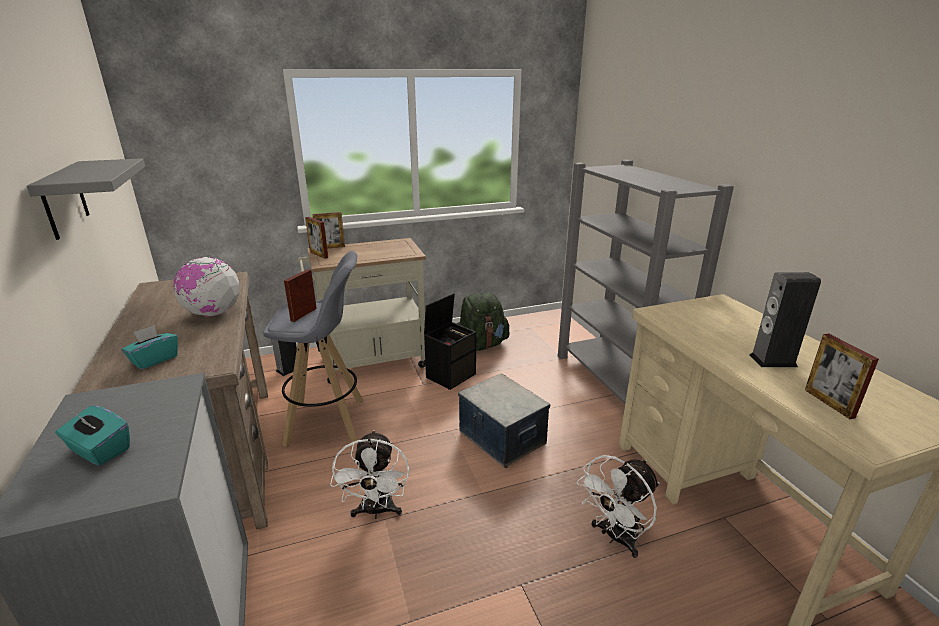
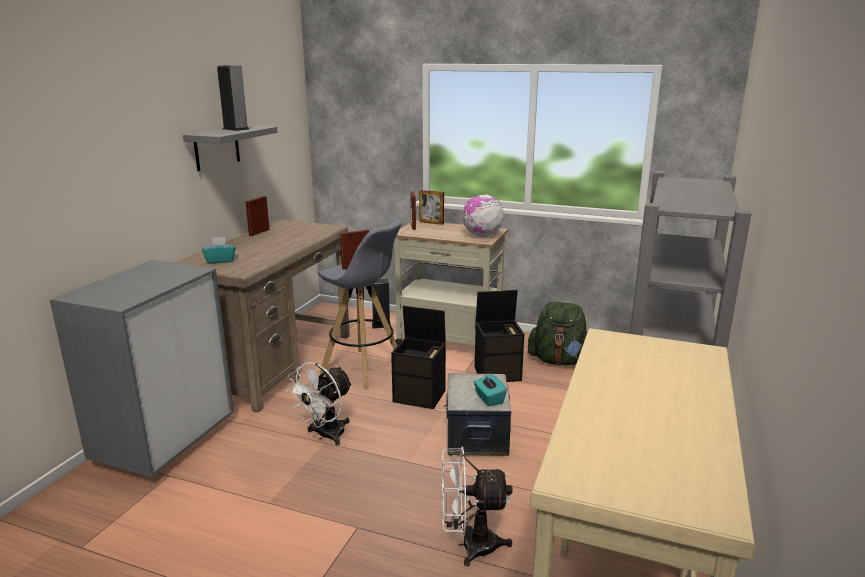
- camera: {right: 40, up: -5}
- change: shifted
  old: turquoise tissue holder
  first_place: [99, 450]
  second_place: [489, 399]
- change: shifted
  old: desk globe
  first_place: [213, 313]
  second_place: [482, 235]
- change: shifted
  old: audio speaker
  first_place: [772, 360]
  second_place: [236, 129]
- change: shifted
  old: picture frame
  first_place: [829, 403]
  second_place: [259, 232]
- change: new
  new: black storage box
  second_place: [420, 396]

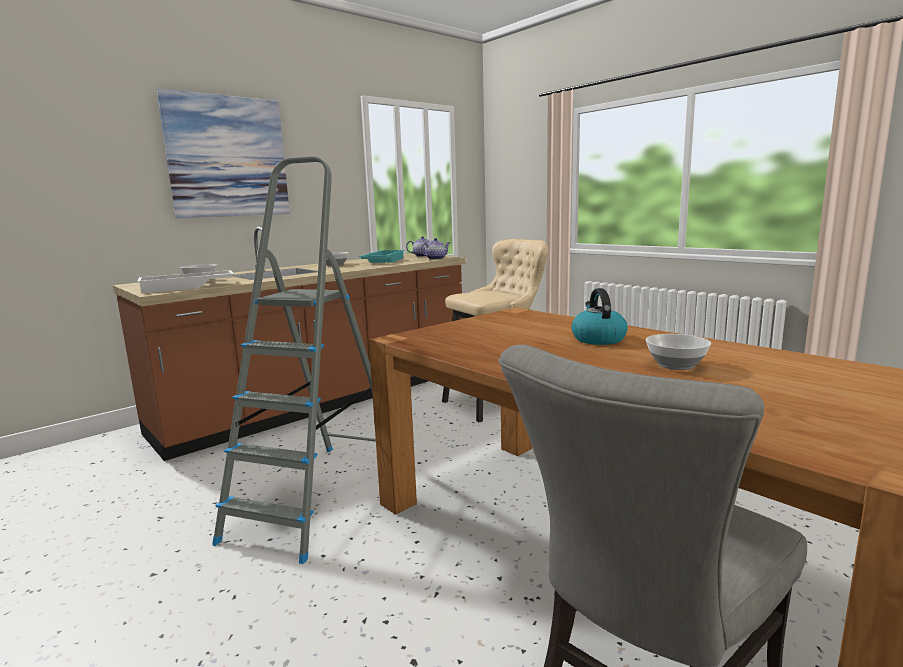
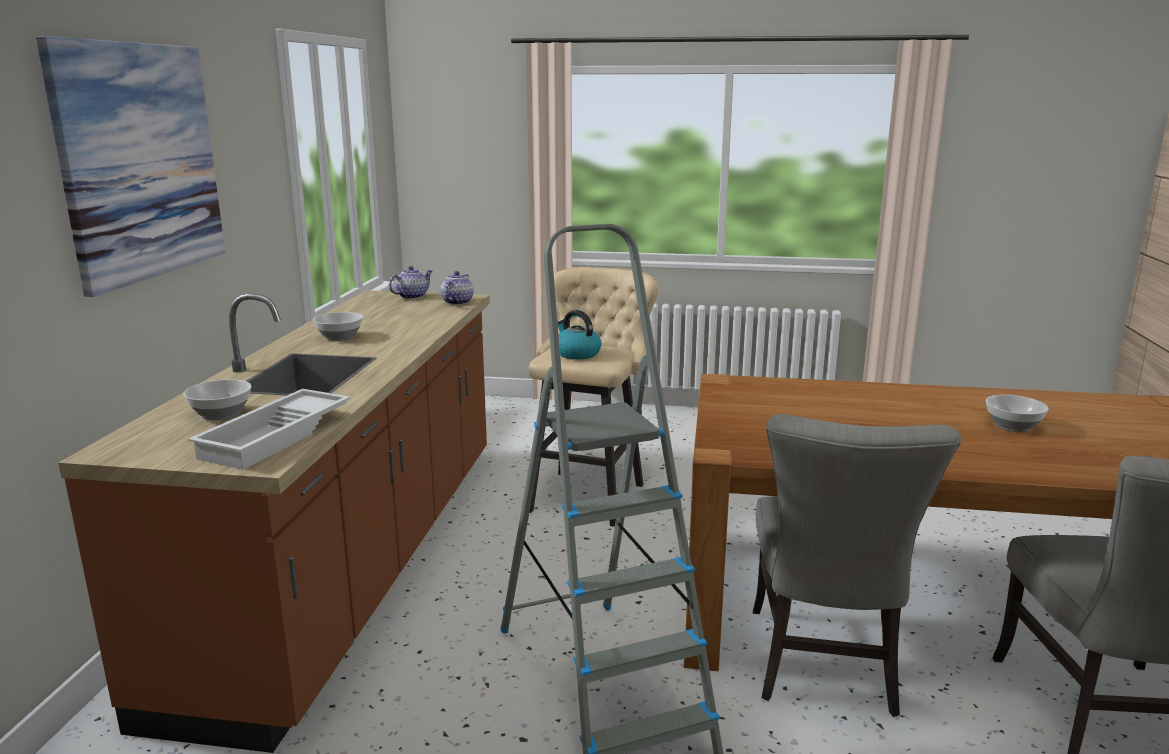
- camera: {right: -40, up: 5}
- change: gone
  old: turquoise carrying tray
  first_place: [382, 261]
- change: shifted
  old: kettle
  first_place: [598, 339]
  second_place: [577, 354]
- change: new
  new: gray chair
  second_place: [825, 666]

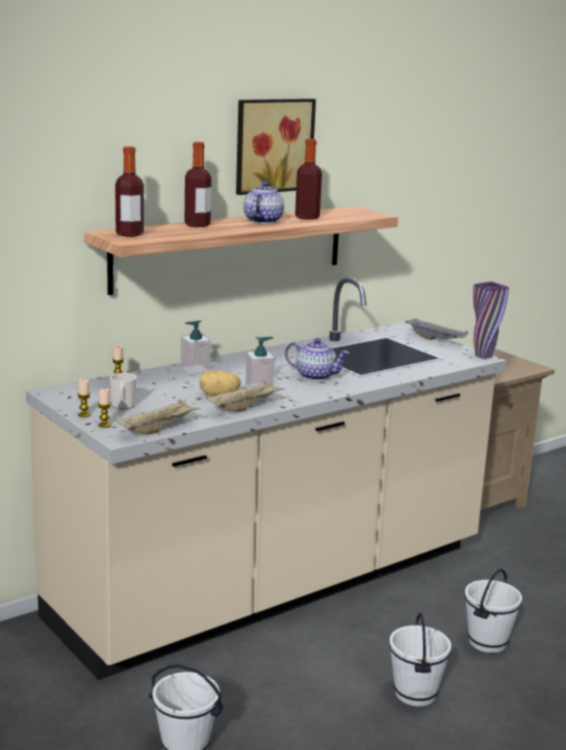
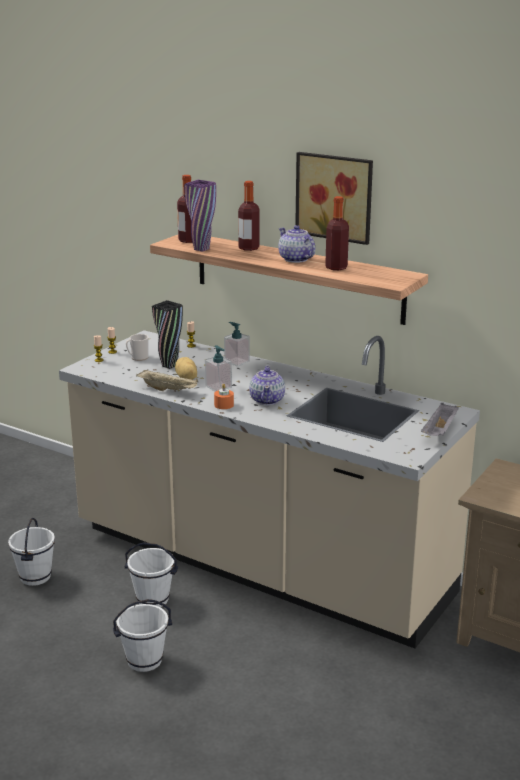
- camera: {right: 70, up: 5}
- change: gone
  old: beige-coloured carrying tray
  first_place: [158, 429]
- change: rotated
  old: tea pot
  first_place: [262, 221]
  second_place: [295, 259]
  degrees: -120
- change: shifted
  old: white-coloured bucket
  first_place: [487, 642]
  second_place: [153, 599]
- change: shifted
  old: purple-coloured decorative vase
  first_place: [483, 356]
  second_place: [201, 249]
- change: new
  new: black decorative vase
  second_place: [169, 366]
- change: new
  new: orange-coloured wax light
  second_place: [224, 405]

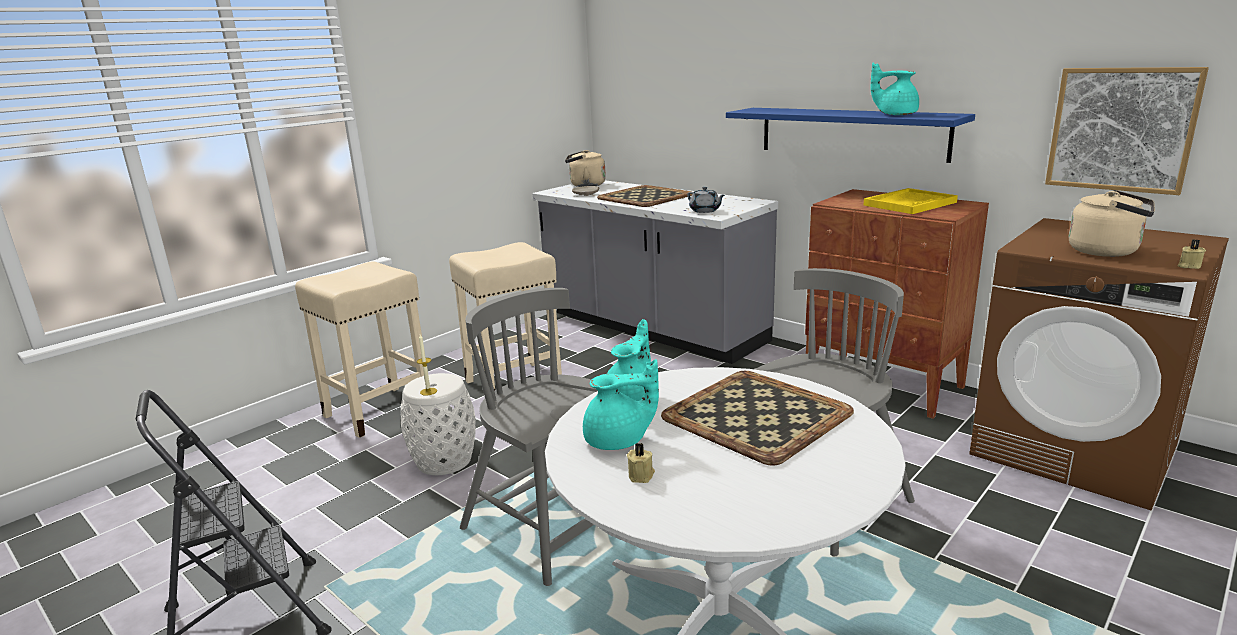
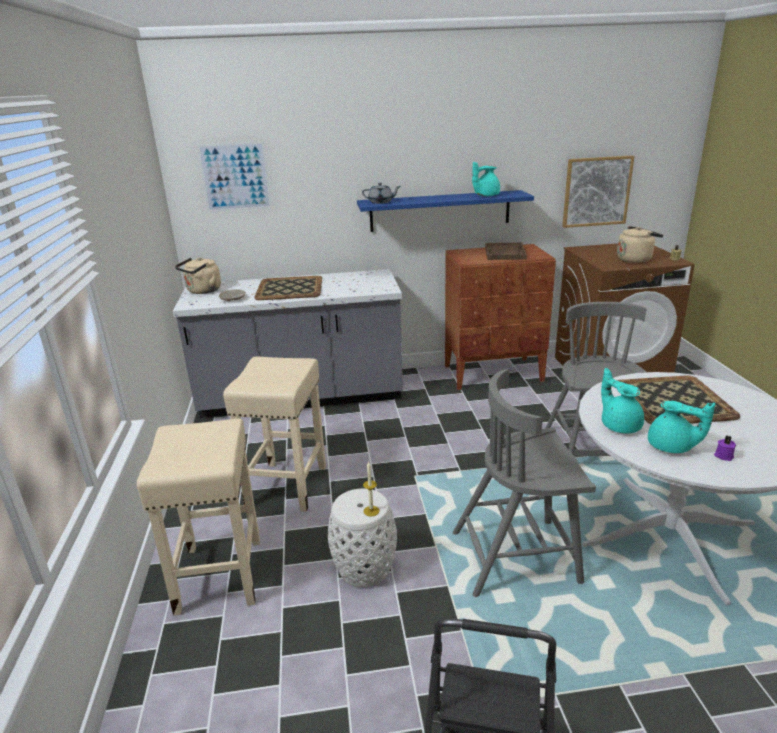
- camera: {right: -50, up: 5}
- change: rotated
  old: turquoise tea pot
  first_place: [618, 441]
  second_place: [671, 447]
  degrees: 90
- change: repainted
  old: beige-coloured wax light
  new: purple-coloured wax light
  first_place: [642, 475]
  second_place: [723, 455]
- change: shifted
  old: gray tea pot
  first_place: [705, 211]
  second_place: [381, 202]
- change: repainted
  old: yellow-coloured carrying tray
  new: brown carrying tray
  first_place: [909, 204]
  second_place: [505, 253]
- change: new
  new: picture
  second_place: [235, 177]

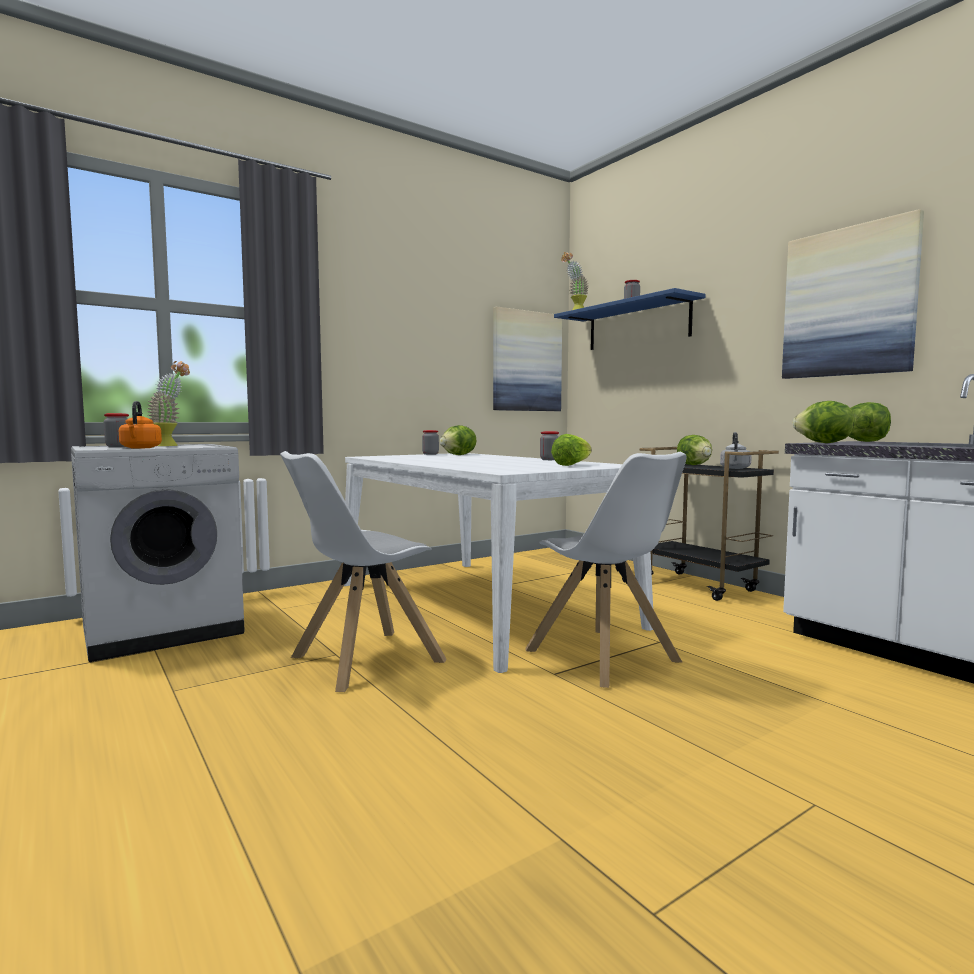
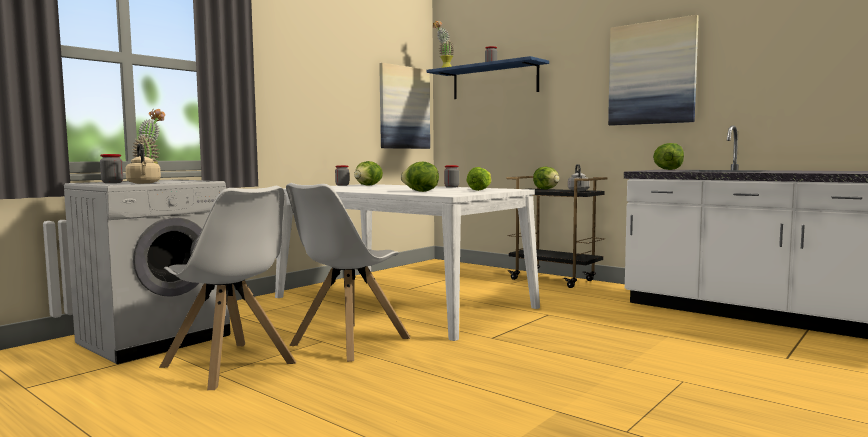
- camera: {right: -15, up: 0}
- change: repainted
  old: orange-coloured kettle
  new: beige-coloured kettle
  first_place: [140, 448]
  second_place: [144, 183]
- change: shifted
  old: chair
  first_place: [605, 658]
  second_place: [230, 366]
- change: shifted
  old: lettuce
  first_place: [824, 443]
  second_place: [420, 191]

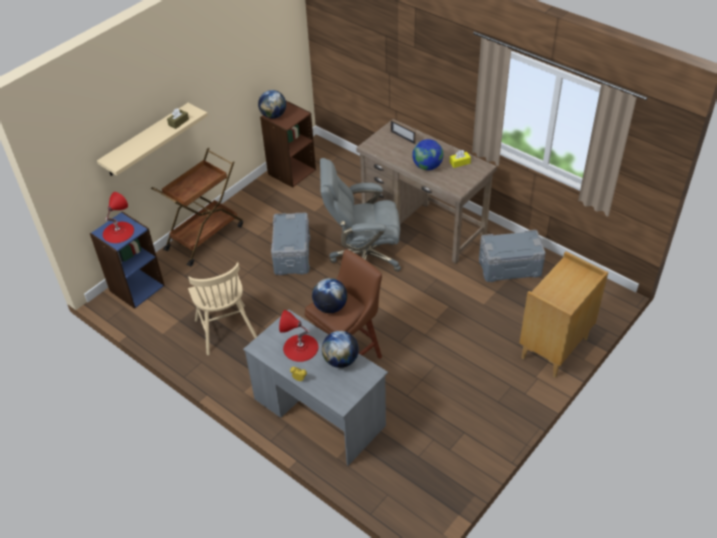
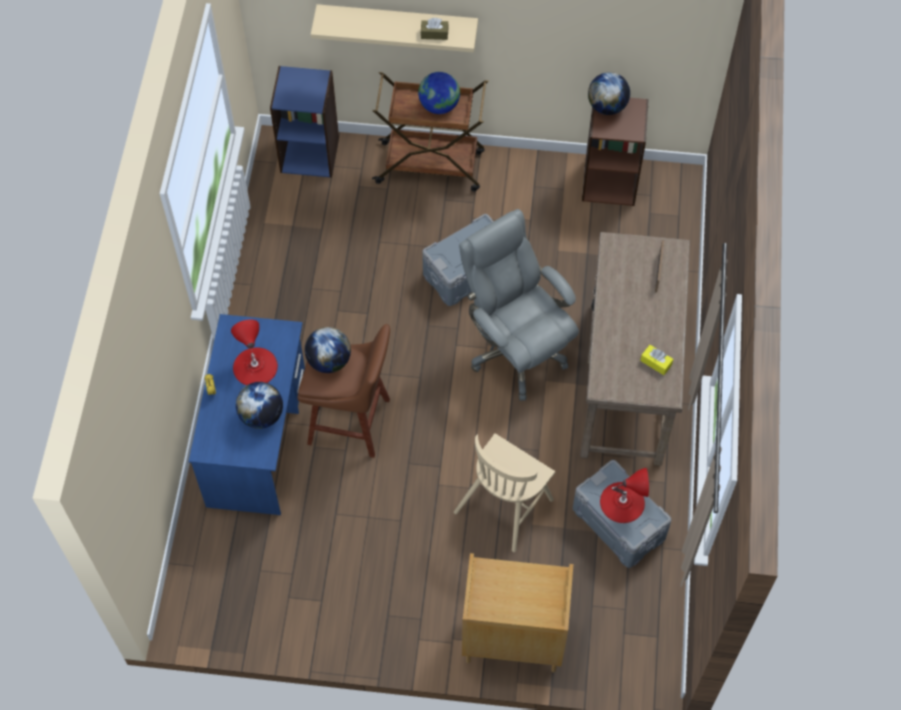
- camera: {right: 55, up: 15}
- change: shifted
  old: red-coloured table lamp
  first_place: [118, 232]
  second_place: [622, 502]
- change: shifted
  old: beige-coloured chair
  first_place: [224, 326]
  second_place: [506, 501]
- change: repainted
  old: gray desk
  new: bluish desk
  first_place: [319, 412]
  second_place: [257, 439]
- change: shifted
  old: desk globe
  first_place: [427, 166]
  second_place: [439, 106]

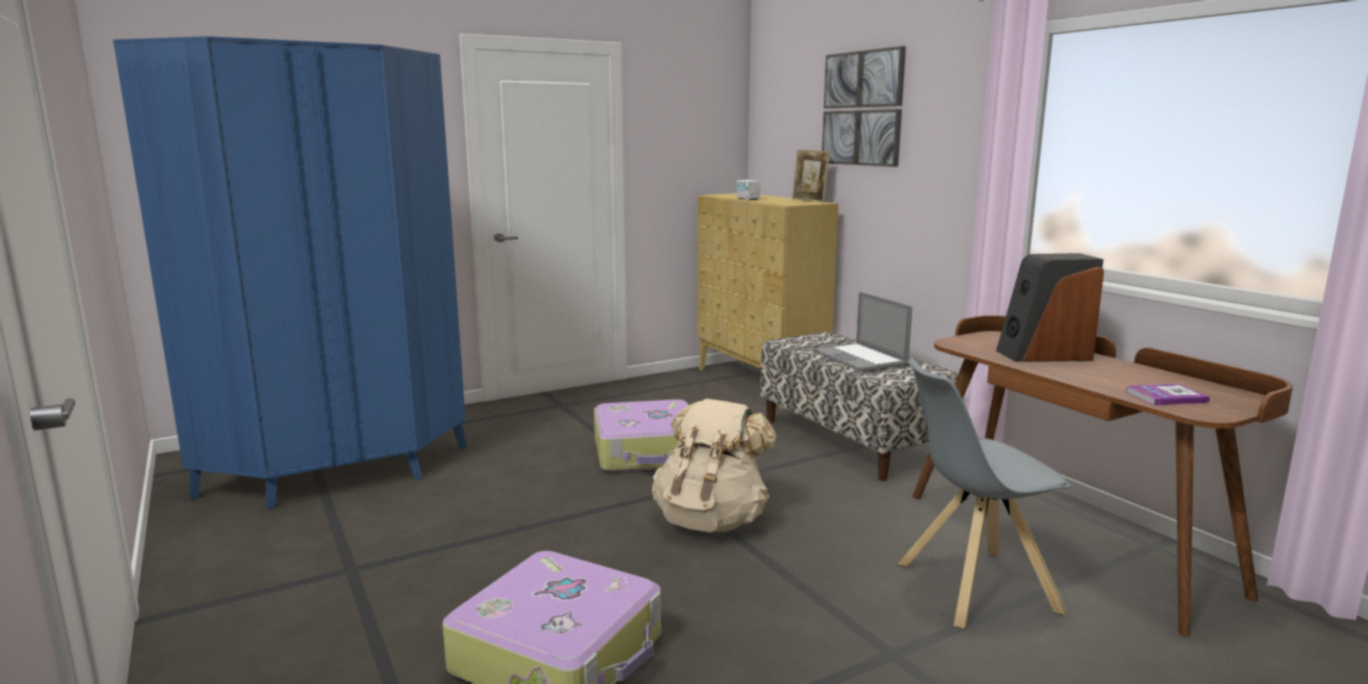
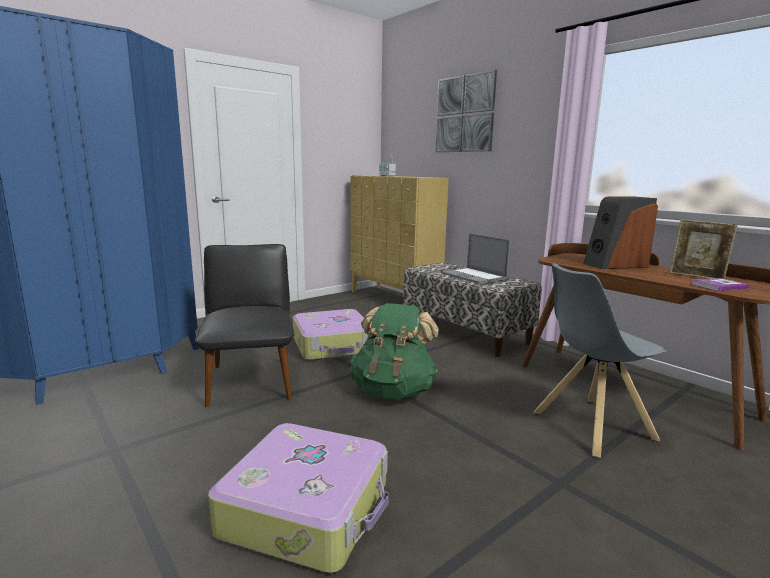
- camera: {right: -10, up: 0}
- change: repainted
  old: beige-coloured backpack
  new: green backpack
  first_place: [711, 520]
  second_place: [393, 391]
- change: shifted
  old: picture frame
  first_place: [809, 201]
  second_place: [697, 277]
- change: new
  new: black chair
  second_place: [251, 381]

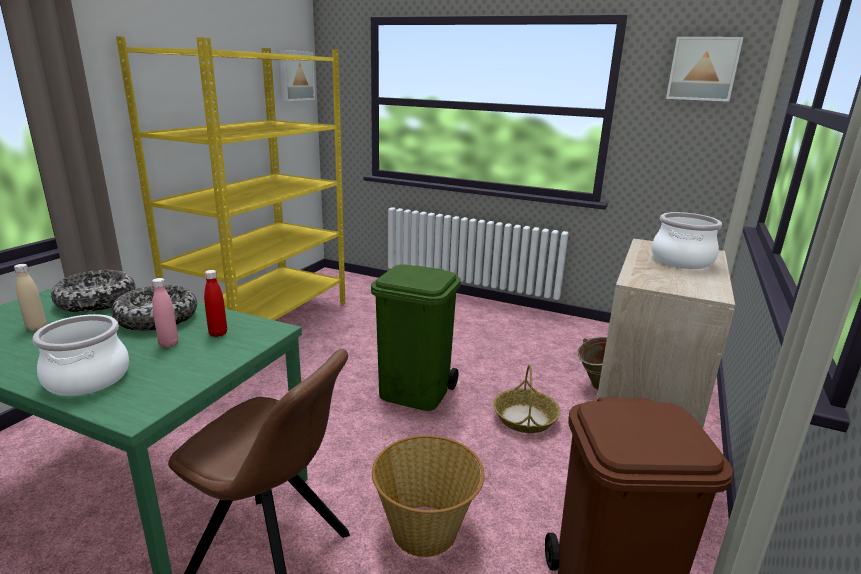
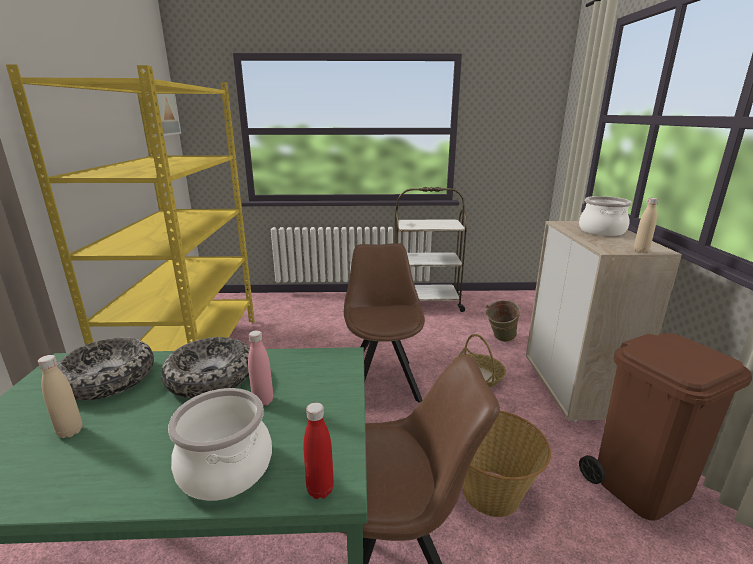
- camera: {right: -25, up: 0}
- change: shifted
  old: red-coloured bottle
  first_place: [218, 333]
  second_place: [320, 490]
- change: swapped
  old: green waste bin
  new: brown chair
  first_place: [415, 393]
  second_place: [382, 382]
- change: gone
  old: picture
  first_place: [703, 69]
- change: new
  new: white-coloured wheeled cart
  second_place: [426, 305]
- change: new
  new: beige-coloured bottle
  second_place: [640, 251]

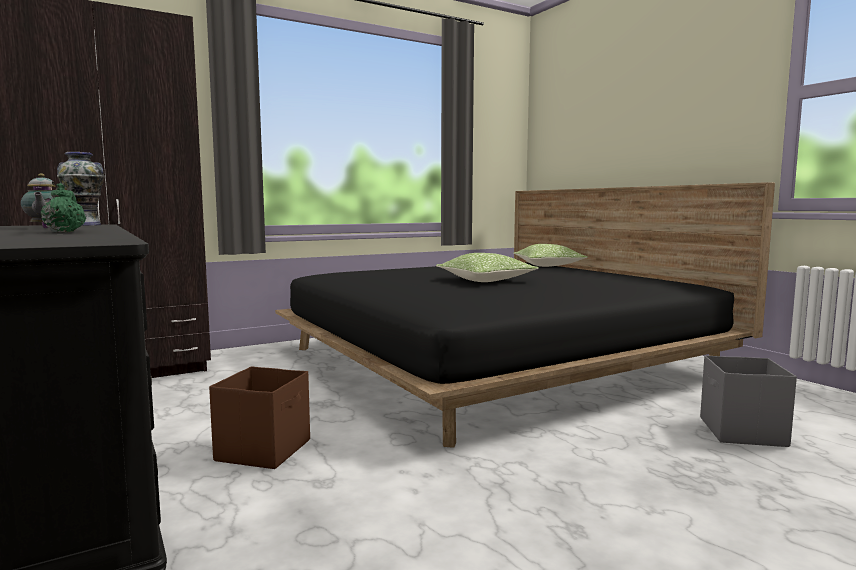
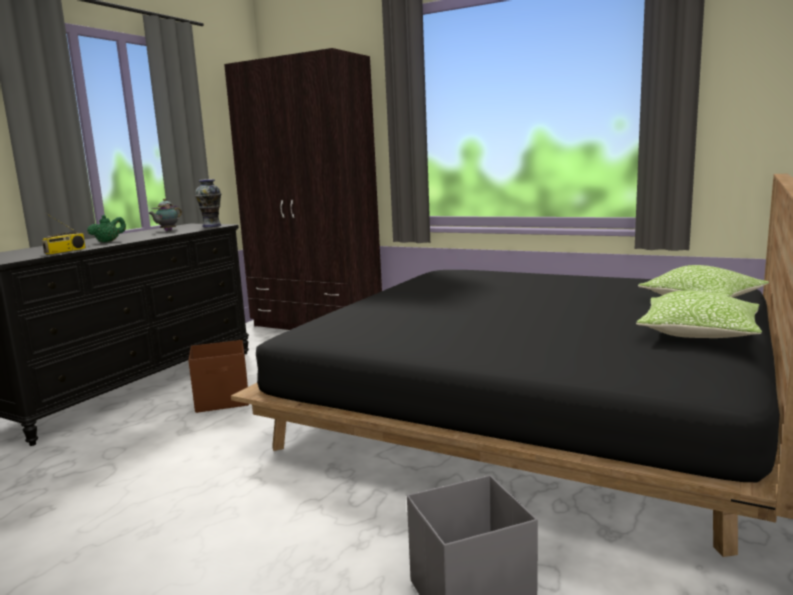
- camera: {right: 60, up: 5}
- change: shifted
  old: pillow
  first_place: [485, 280]
  second_place: [698, 333]
- change: new
  new: radio set
  second_place: [65, 251]

